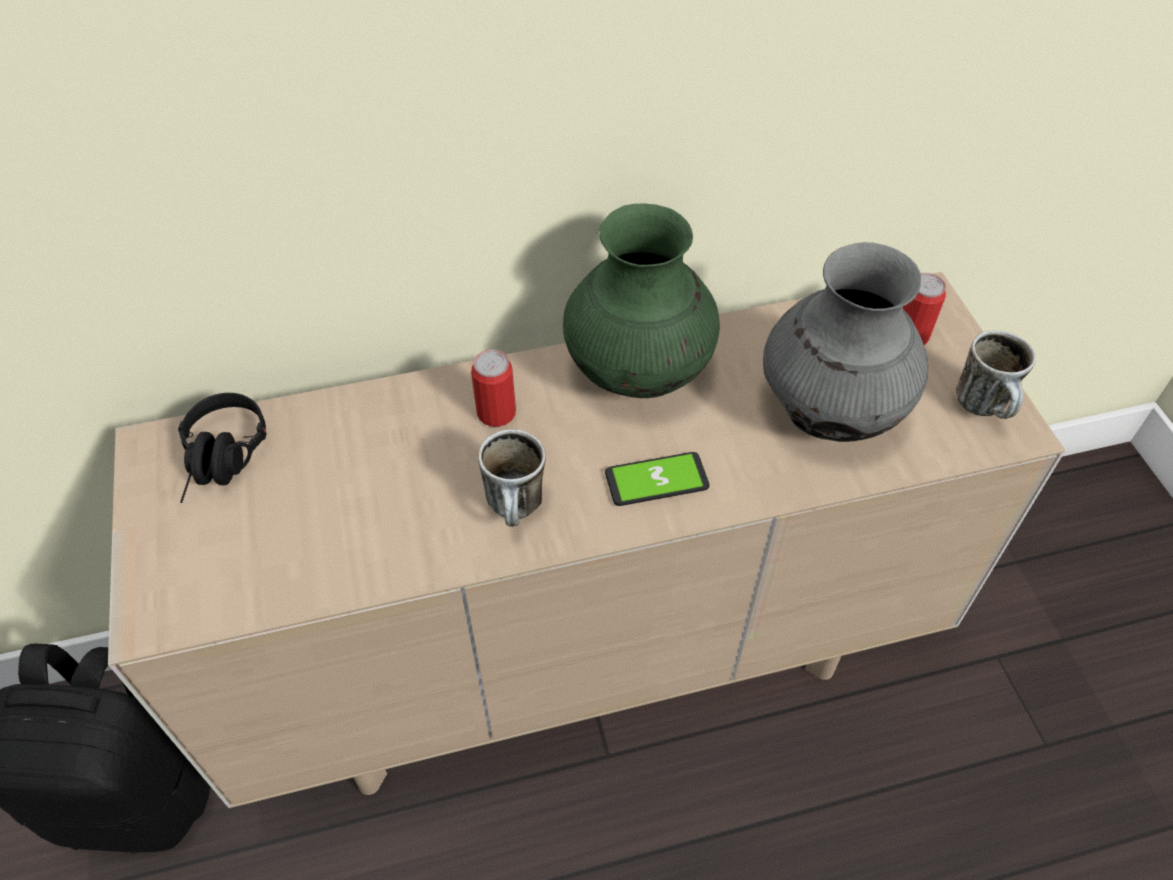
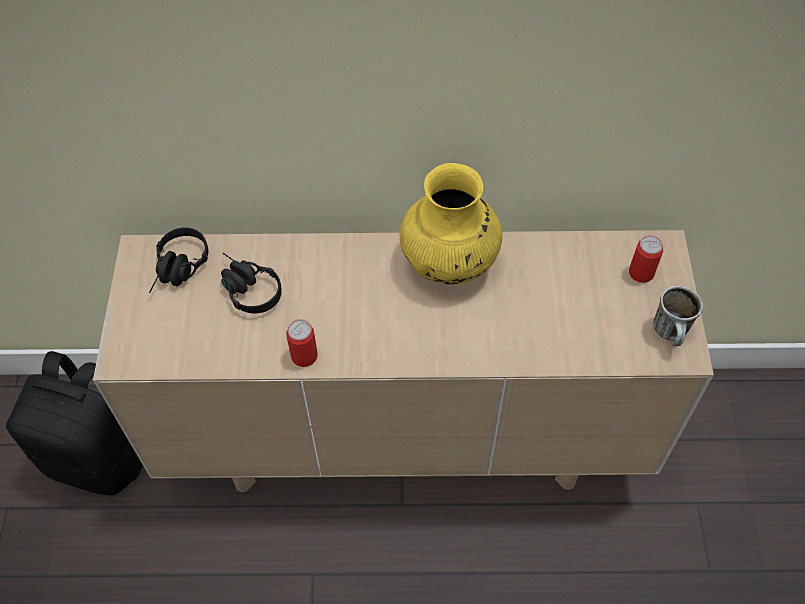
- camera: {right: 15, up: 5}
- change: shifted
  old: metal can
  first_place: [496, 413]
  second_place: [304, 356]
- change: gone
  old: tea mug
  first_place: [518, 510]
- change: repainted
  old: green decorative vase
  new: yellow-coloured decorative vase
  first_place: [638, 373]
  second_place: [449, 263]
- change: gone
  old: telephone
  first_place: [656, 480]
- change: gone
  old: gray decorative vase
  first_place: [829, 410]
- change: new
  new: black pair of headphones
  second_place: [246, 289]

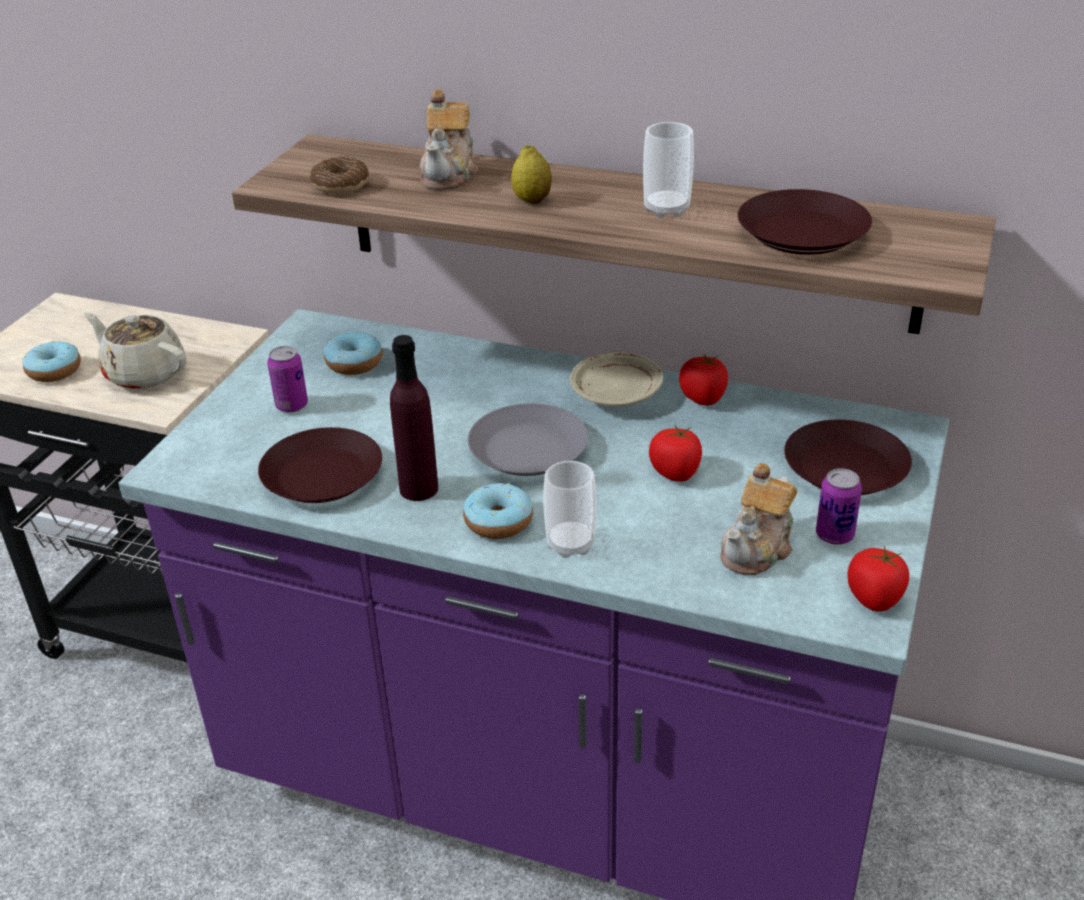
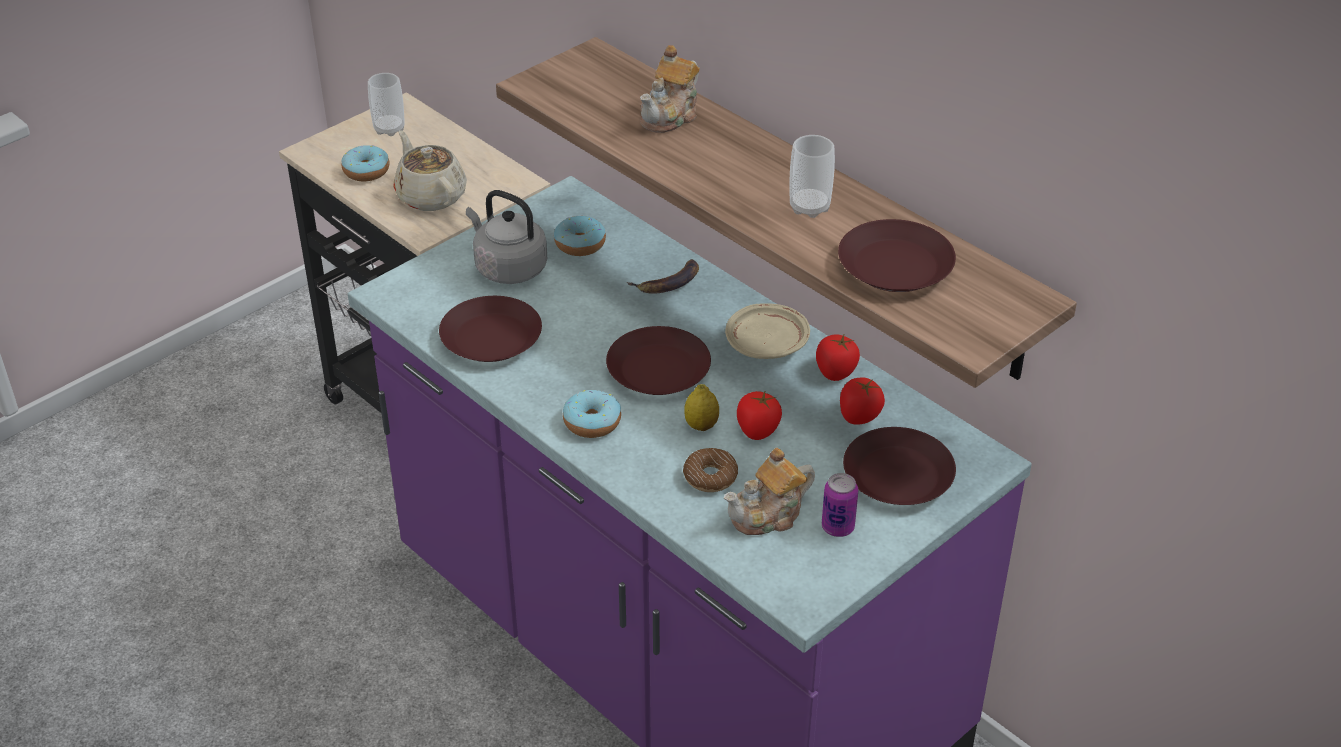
- camera: {right: 25, up: 5}
- change: swapped
  old: metal can
  new: gray kettle
  first_place: [292, 405]
  second_place: [508, 268]
- change: shifted
  old: doughnut
  first_place: [340, 185]
  second_place: [710, 477]
- change: gone
  old: purple-coloured bottle
  first_place: [419, 488]
- change: repainted
  old: gray flat dish
  new: brown flat dish
  first_place: [527, 450]
  second_place: [657, 369]
- change: shifted
  old: whole lemon
  first_place: [532, 200]
  second_place: [701, 425]
- change: shifted
  old: drinking cup
  first_place: [570, 544]
  second_place: [389, 129]
- change: shifted
  old: tomato
  first_place: [874, 598]
  second_place: [859, 415]
- change: new
  new: banana
  second_place: [668, 282]

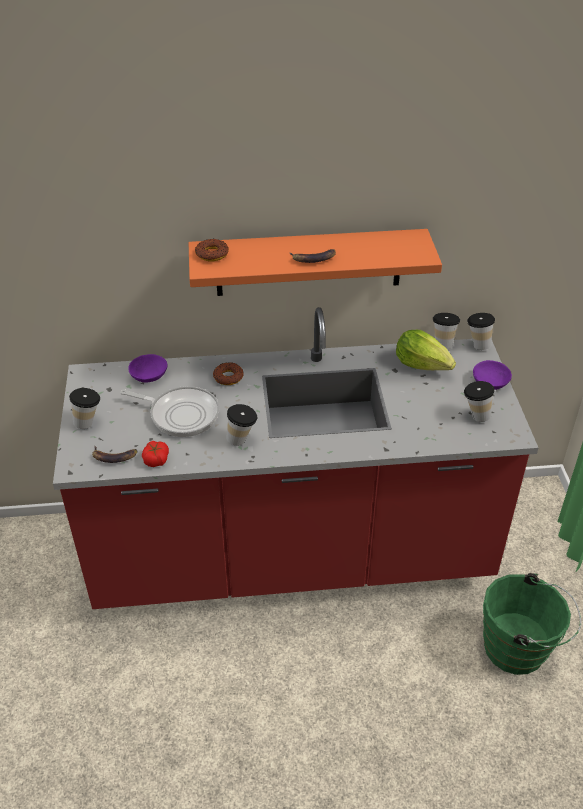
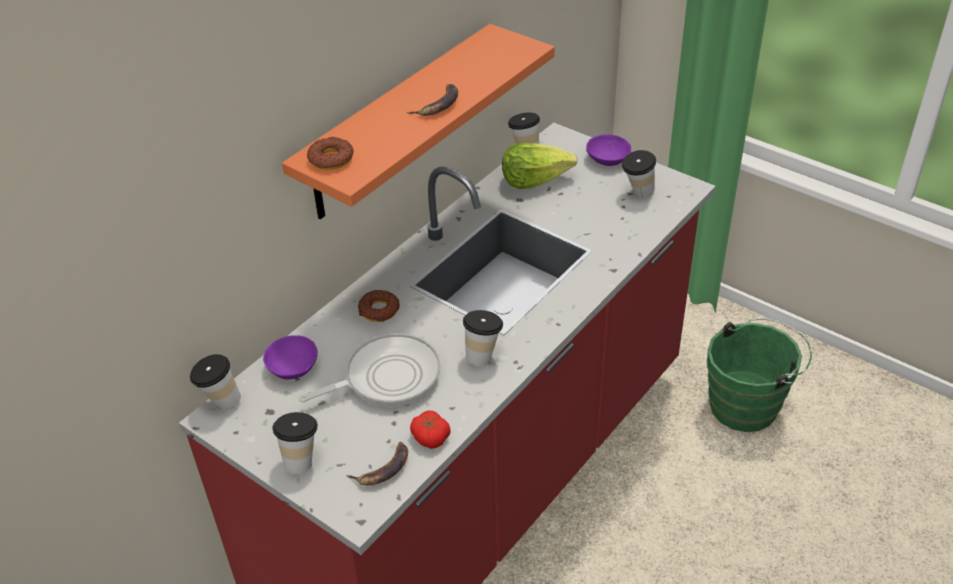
- camera: {right: -45, up: 0}
- change: shifted
  old: drinking cup
  first_place: [477, 344]
  second_place: [220, 402]

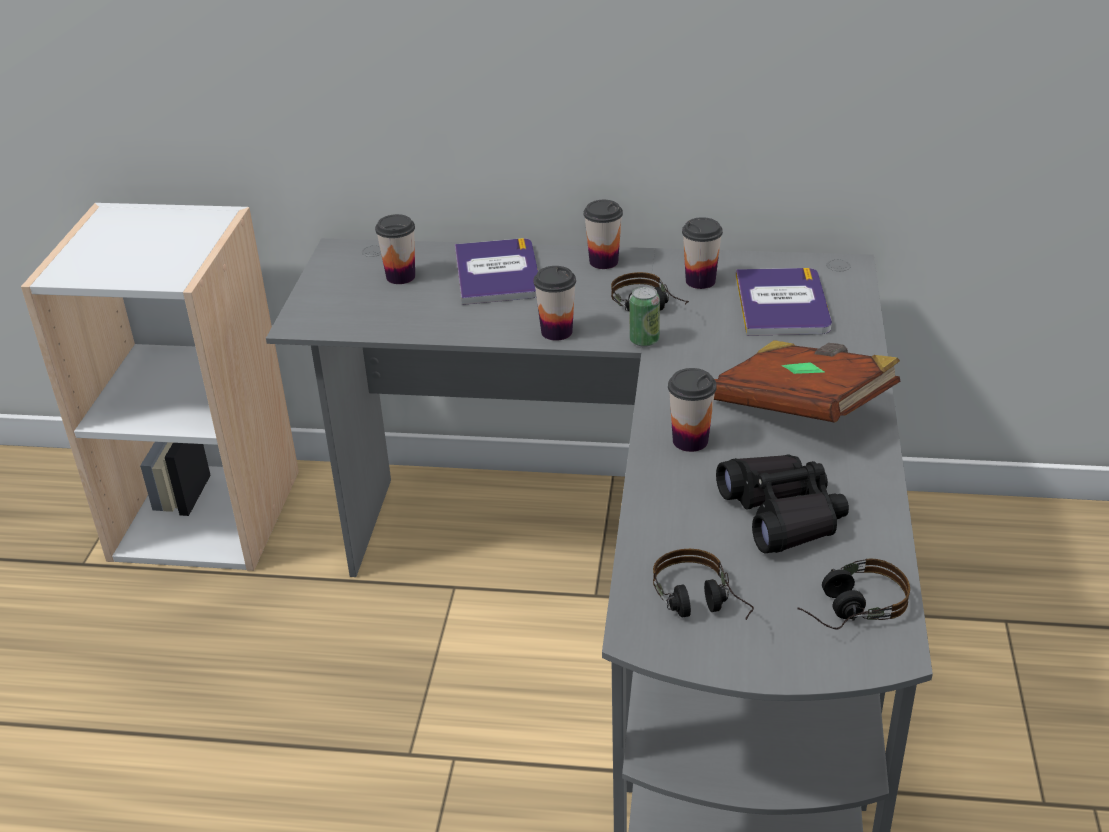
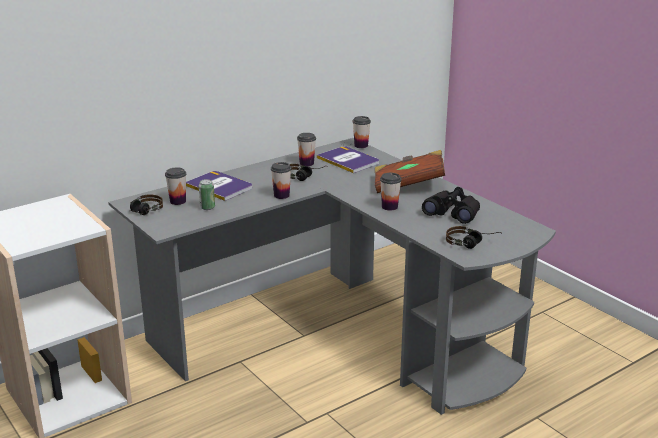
- camera: {right: -45, up: -10}
- change: shifted
  old: drinking cup
  first_place: [603, 262]
  second_place: [361, 145]
- change: shifted
  old: metal can
  first_place: [644, 340]
  second_place: [207, 207]
- change: shifted
  old: pair of headphones
  first_place: [846, 609]
  second_place: [142, 213]

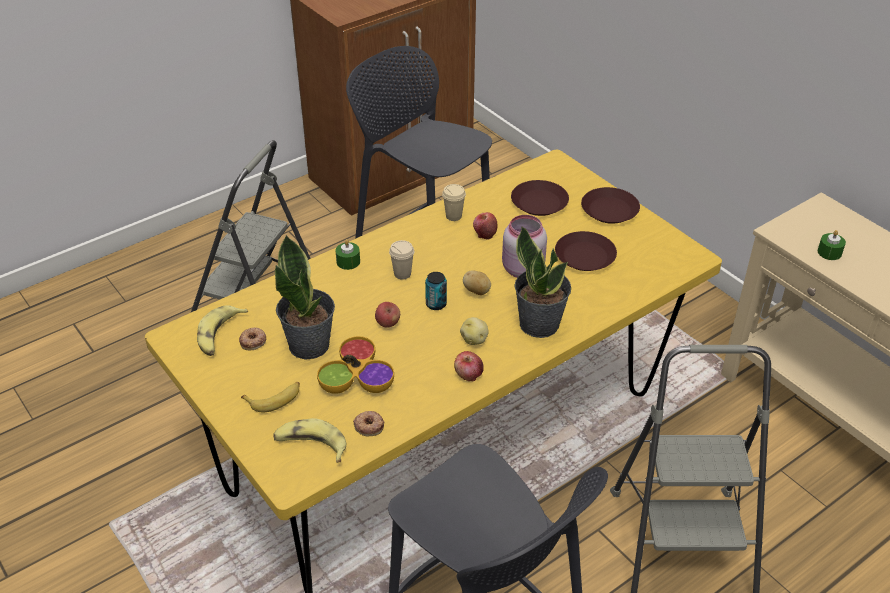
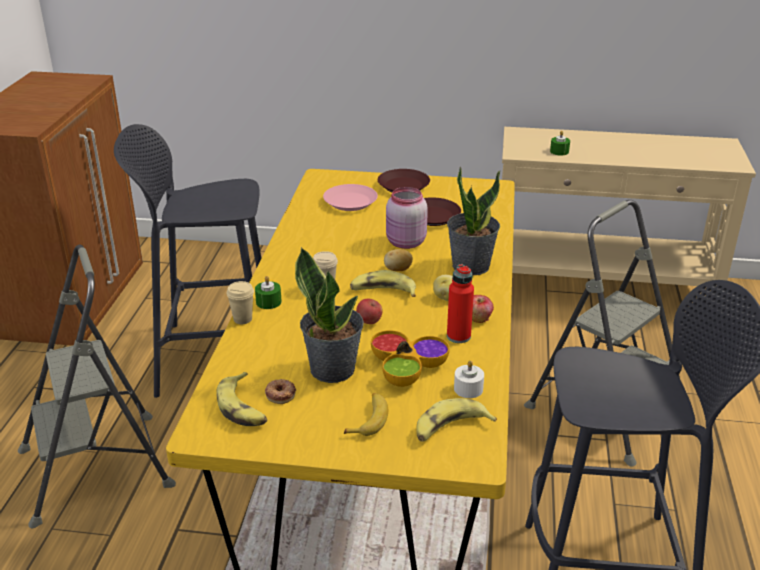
- camera: {right: -45, up: -10}
- change: swapped
  old: doughnut
  new: white-coloured wax light
  first_place: [369, 425]
  second_place: [468, 389]
- change: swapped
  old: metal can
  new: banana
  first_place: [436, 304]
  second_place: [383, 292]
- change: shifted
  old: beige-coloured drinking cup
  first_place: [453, 216]
  second_place: [242, 319]
- change: gone
  old: whole apple
  first_place: [484, 233]
- change: repainted
  old: brown flat dish
  new: pinkish flat dish
  first_place: [538, 203]
  second_place: [350, 202]
- change: new
  new: red-coloured bottle
  second_place: [458, 336]

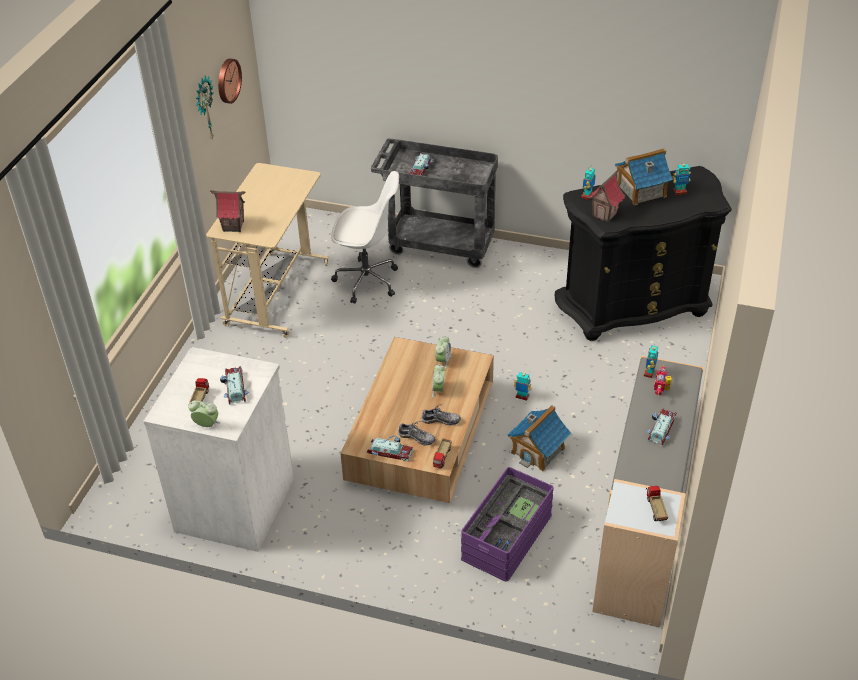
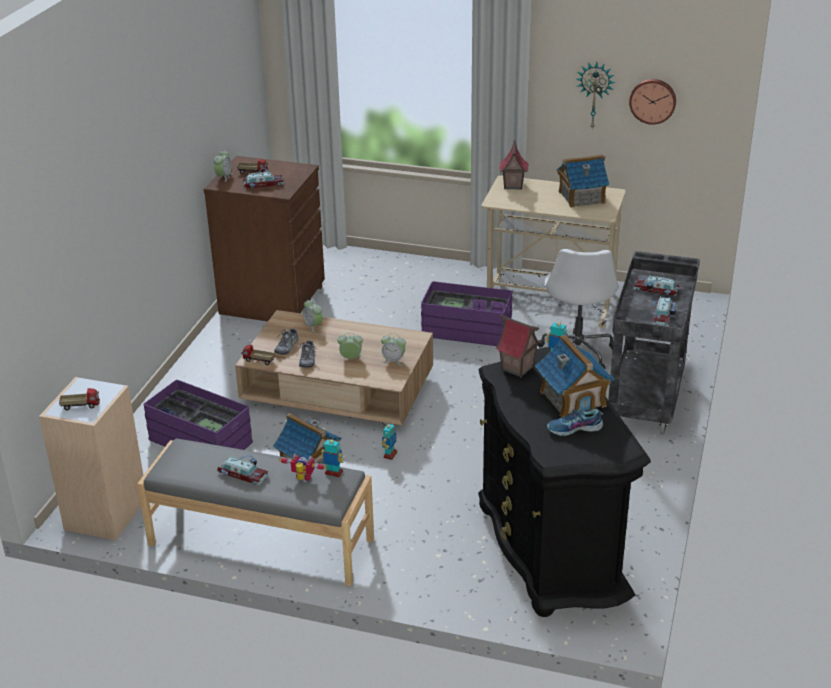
- camera: {right: 90, up: -10}
- change: repainted
  old: white-coloured dresser
  new: brown dresser
  first_place: [234, 504]
  second_place: [272, 300]
- change: shifted
  old: toy car
  first_place: [389, 451]
  second_place: [663, 315]
- change: swapped
  old: model robot
  new: shoe
  first_place: [679, 191]
  second_place: [574, 429]
- change: new
  new: bedside clock
  second_place: [313, 326]
- change: new
  new: purple-coloured storage box
  second_place: [467, 329]
- change: new
  new: toy house
  second_place: [581, 197]

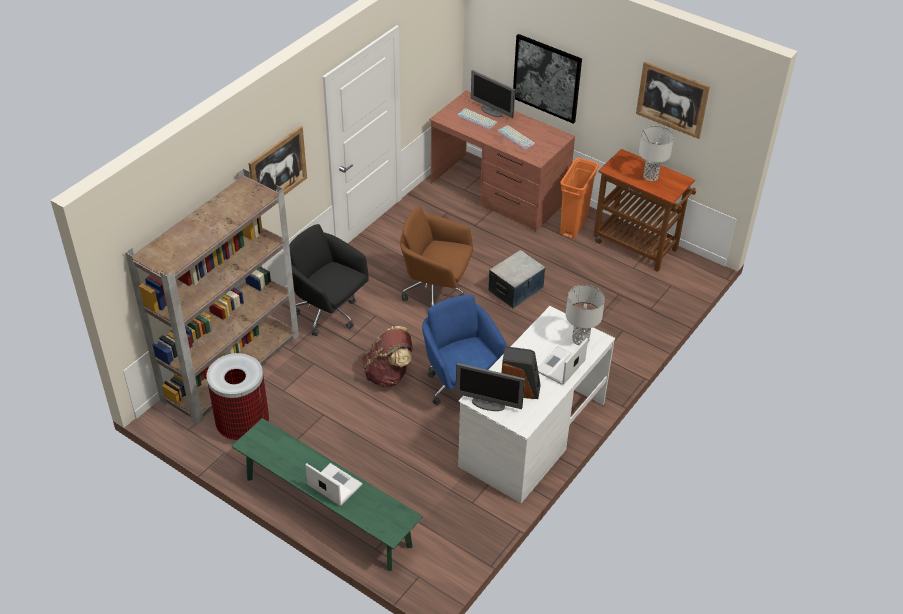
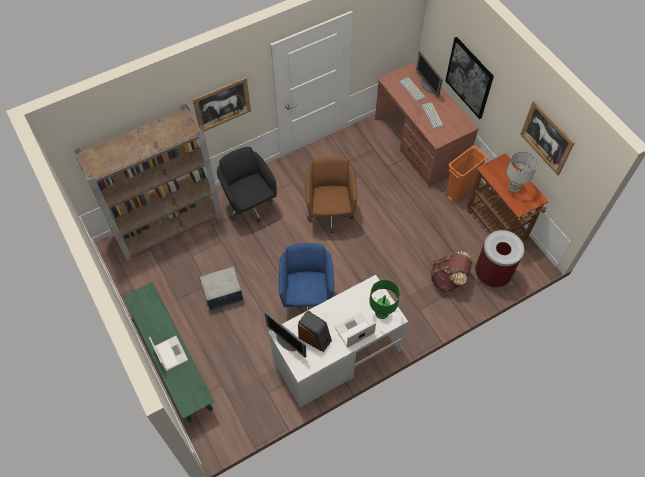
- camera: {right: 25, up: 15}
- change: shifted
  old: waste bin
  first_place: [243, 426]
  second_place: [492, 274]
- change: shifted
  old: brown backpack
  first_place: [388, 374]
  second_place: [448, 279]
- change: rotated
  old: brown computer chair
  first_place: [436, 294]
  second_place: [330, 215]
  degrees: 45
- change: shifted
  old: storage box
  first_place: [516, 290]
  second_place: [223, 294]
- change: repainted
  old: white-coloured table lamp
  new: green table lamp
  first_place: [580, 339]
  second_place: [381, 312]

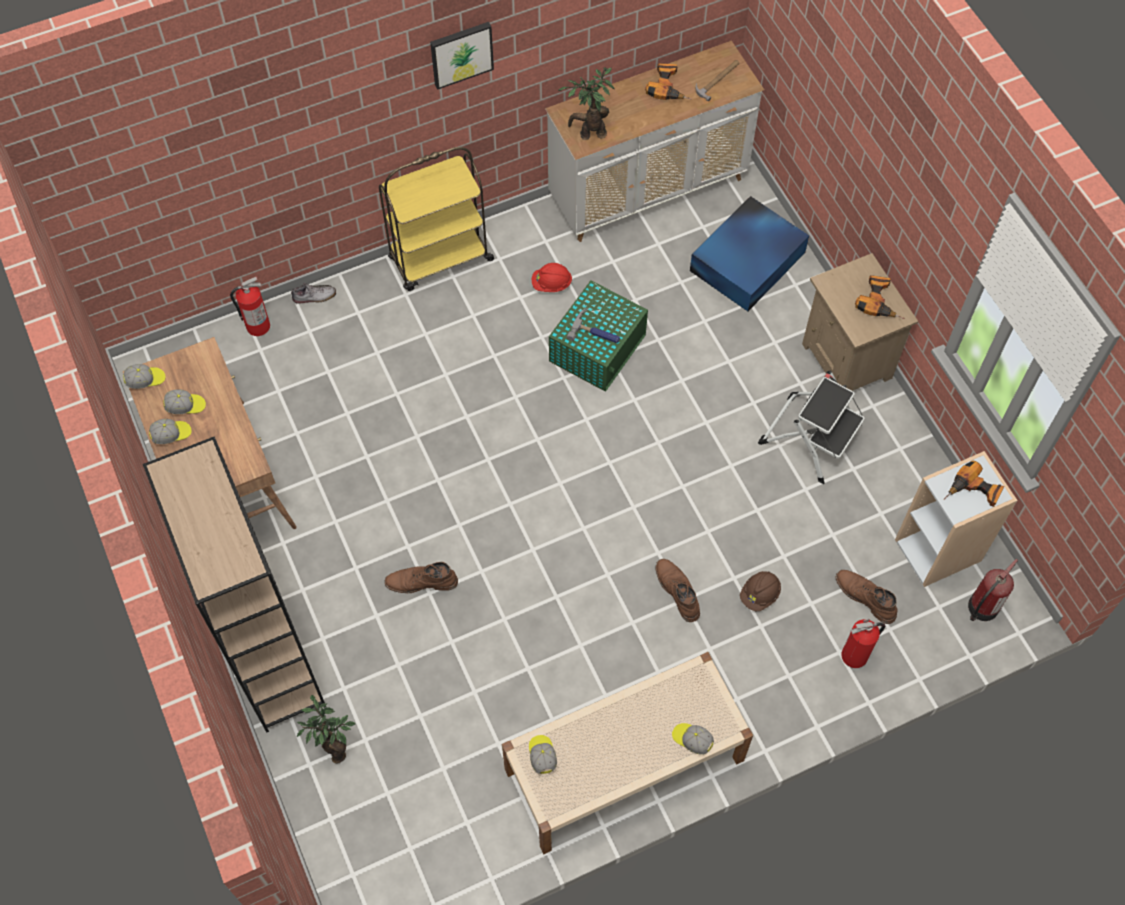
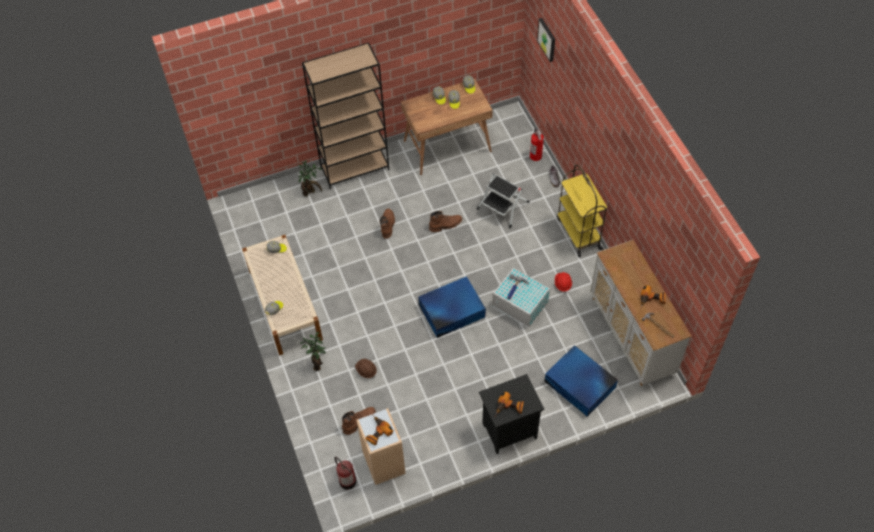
- camera: {right: 95, up: -5}
- change: shifted
  old: picture
  first_place: [461, 53]
  second_place: [547, 39]
- change: repainted
  old: green storage box
  new: white-coloured storage box
  first_place: [598, 347]
  second_place: [520, 305]
- change: shifted
  old: plant in a pot
  first_place: [589, 133]
  second_place: [318, 363]
- change: shifted
  old: brown boot
  first_place: [677, 591]
  second_place: [446, 225]
- change: shifted
  old: step stool
  first_place: [810, 436]
  second_place: [503, 206]
- change: repainted
  old: beige-coloured bedside table
  new: black bedside table
  first_place: [845, 362]
  second_place: [508, 429]
- change: gone
  old: extinguisher
  first_place: [855, 656]
- change: new
  new: bluish storage box
  second_place: [451, 311]

